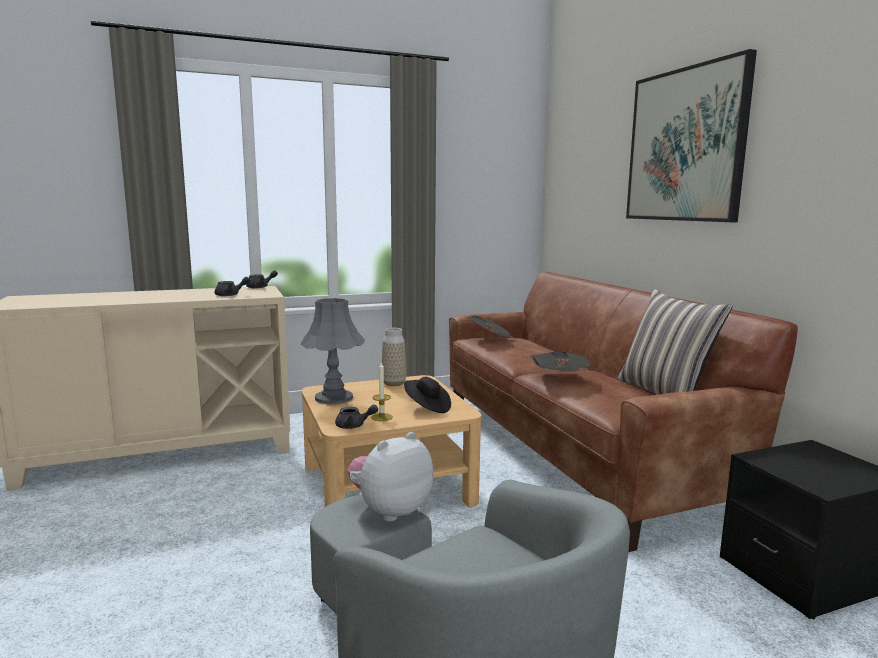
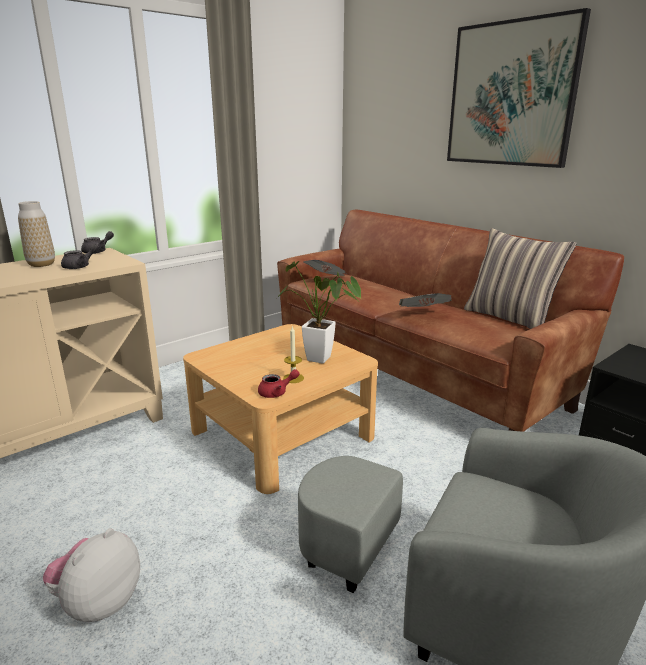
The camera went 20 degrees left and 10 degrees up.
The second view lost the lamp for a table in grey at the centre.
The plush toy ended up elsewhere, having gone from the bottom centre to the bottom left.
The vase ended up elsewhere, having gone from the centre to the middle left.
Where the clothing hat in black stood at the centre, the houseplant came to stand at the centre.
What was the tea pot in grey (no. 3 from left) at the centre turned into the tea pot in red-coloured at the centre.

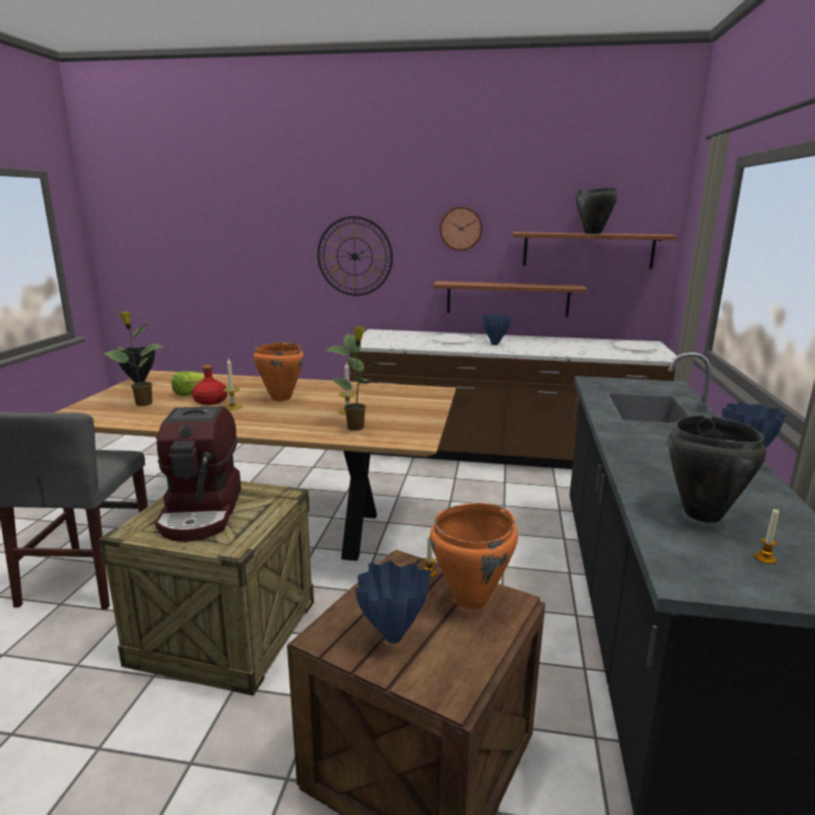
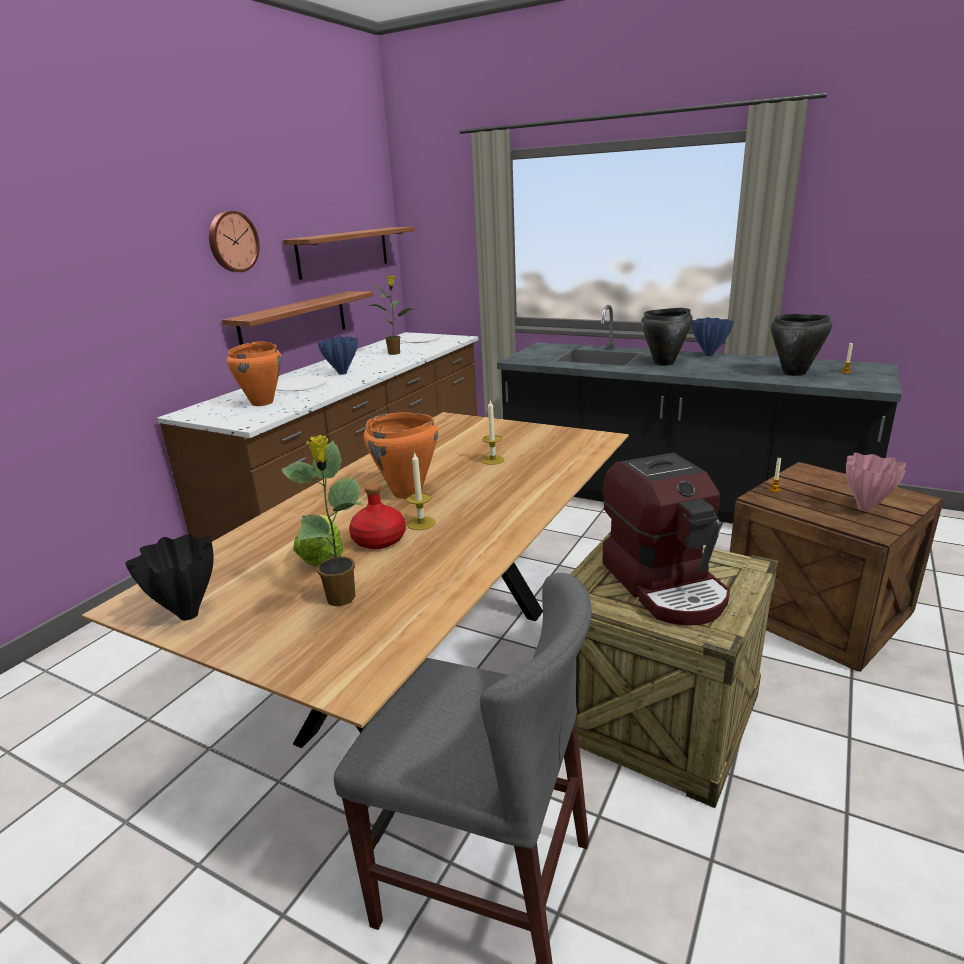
The camera went 70 degrees left and 5 degrees up.
The second view lost the hanging clock (no. 1 from left) at the top centre.
The houseplant (no. 2 from left) ended up elsewhere, having gone from the centre to the top centre.
The saucepot in orangey (no. 2 from left in the first image) ended up elsewhere, having gone from the bottom centre to the middle left.
The saucepot in black (no. 1 from left) ended up elsewhere, having gone from the top right to the middle right.
What was the vase in blue-coloured (no. 1 from left) at the bottom centre turned into the vase in pink at the middle right.
The coffee maker at the middle left ended up facing another way, 60 degrees clockwise from before.

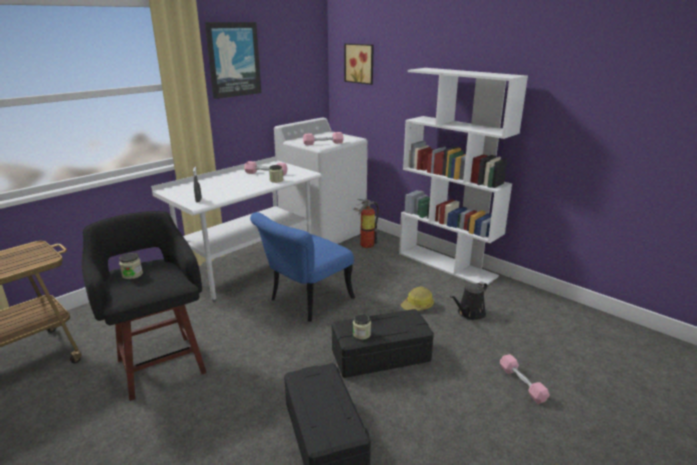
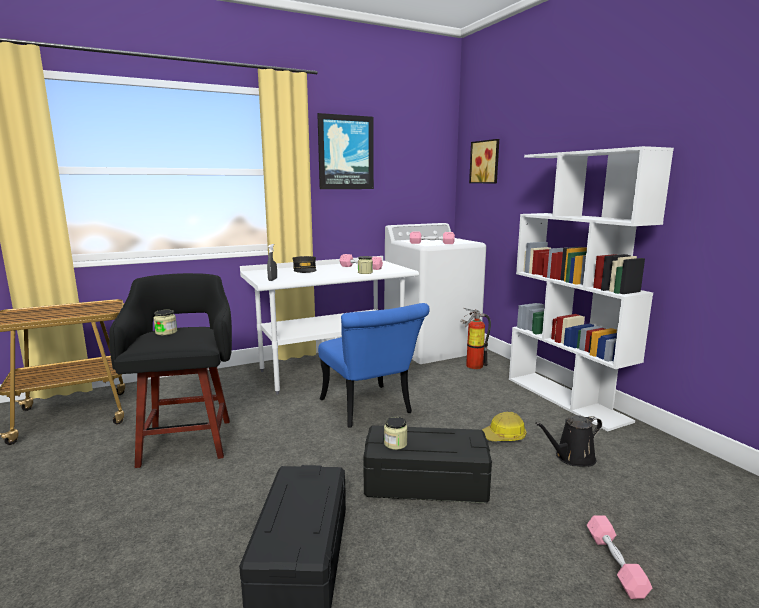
The camera went 20 degrees right and 10 degrees down.
The second view gained the peaked cap in grey at the centre.
The plain chair in blue-coloured at the centre ended up facing another way, 90 degrees counterclockwise from before.

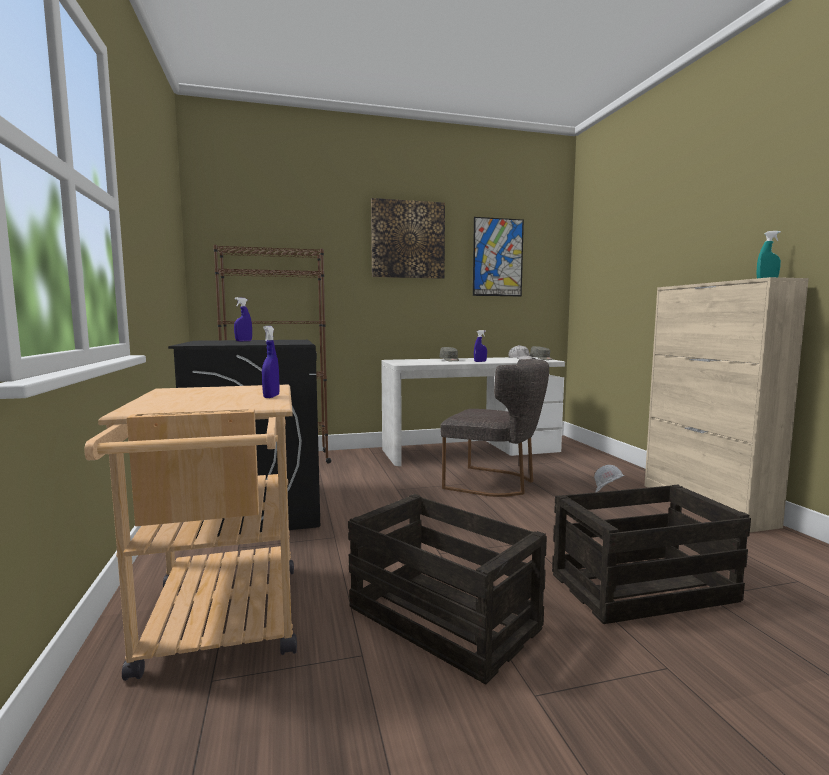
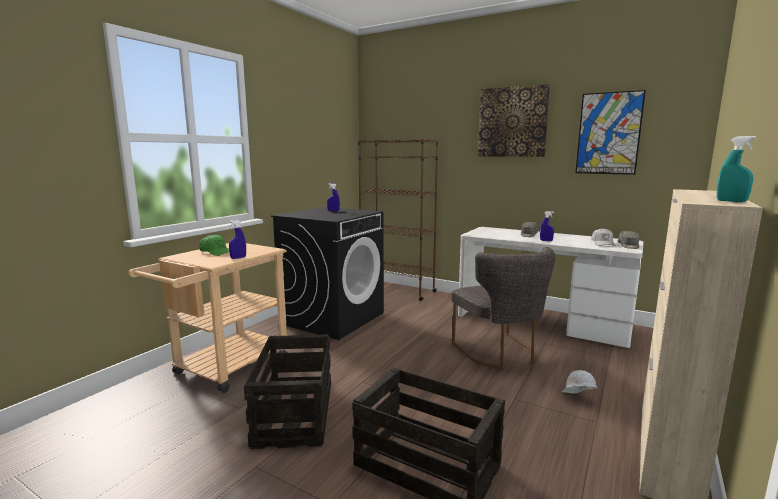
The camera went 45 degrees right and 5 degrees up.
The second view gained the peaked cap in green at the middle left.

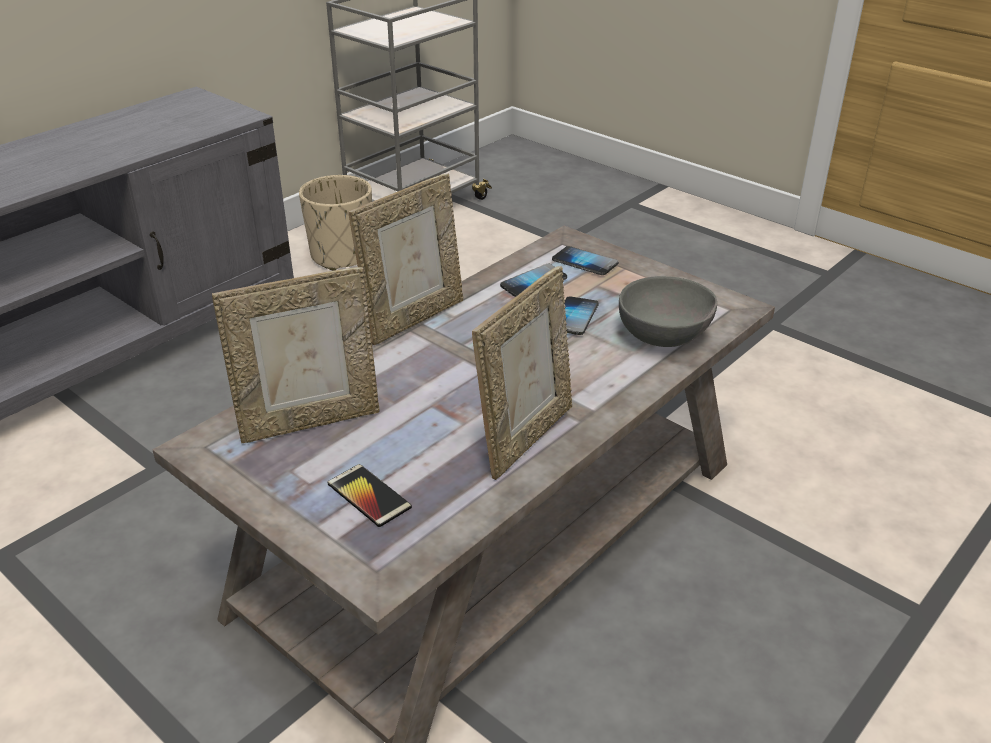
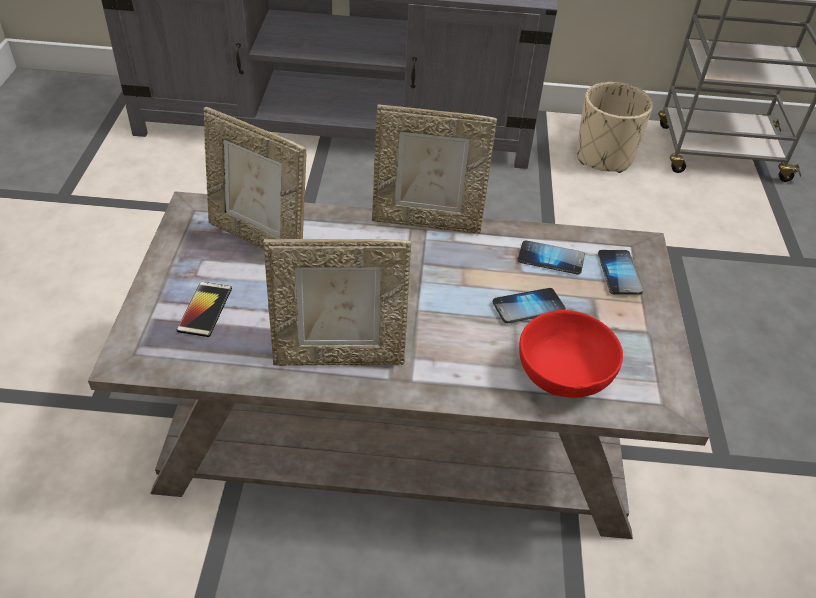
The camera went 50 degrees right and 10 degrees up.
What was the serving bowl in grey at the middle right turned into the serving bowl in red-coloured at the middle right.

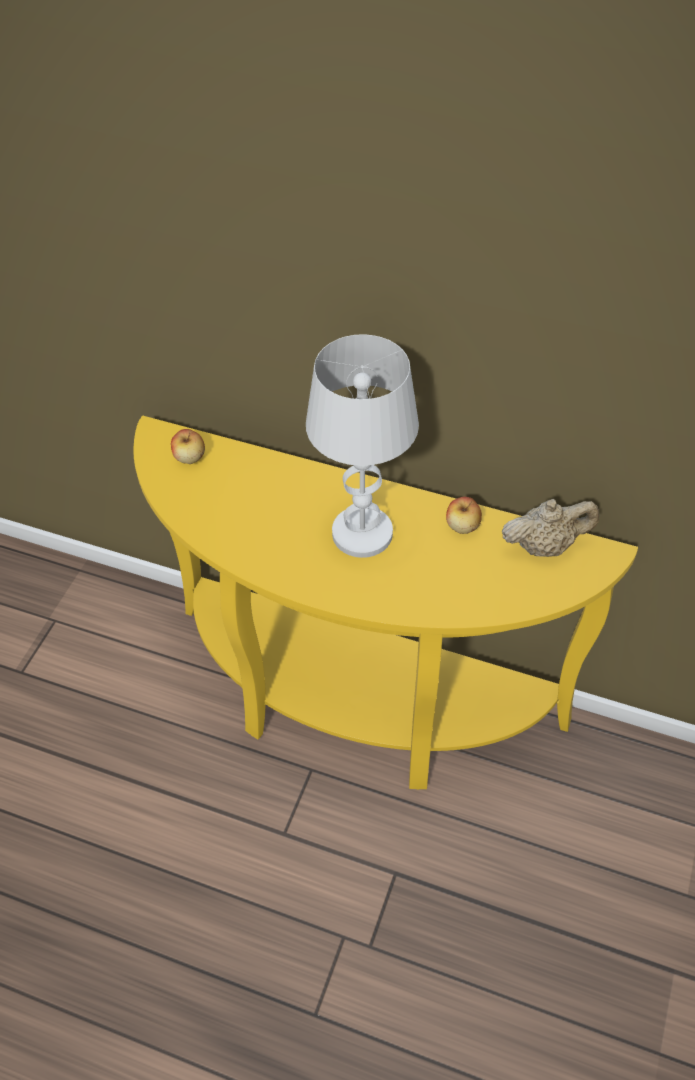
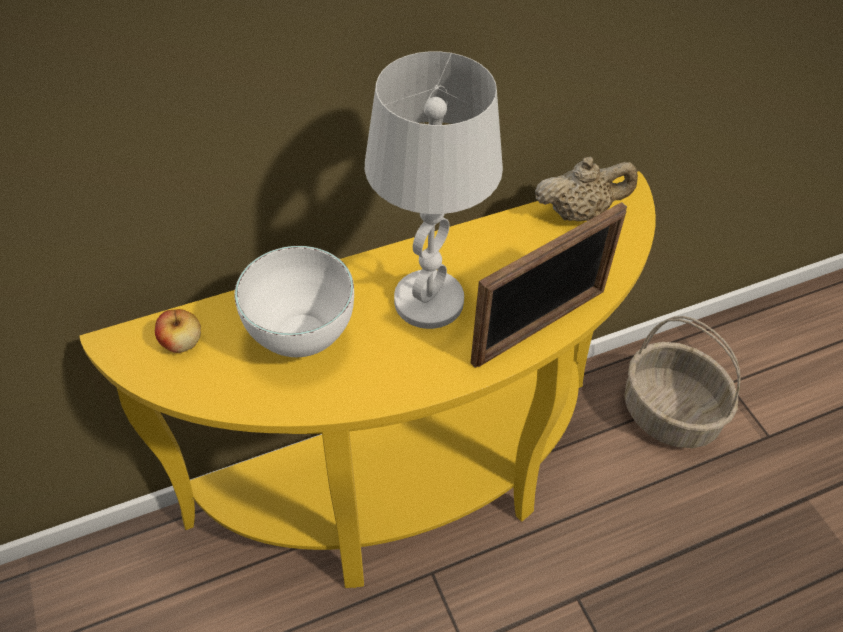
The camera went 45 degrees left and 0 degrees up.
The second view lost the apple (no. 2 from left) at the middle right.
The second view gained the serving bowl in whitish at the centre.
The second view gained the standing frame at the centre.
The second view gained the household basket at the middle right.
The tea pot in sand-coloured at the middle right ended up facing another way, 45 degrees clockwise from before.

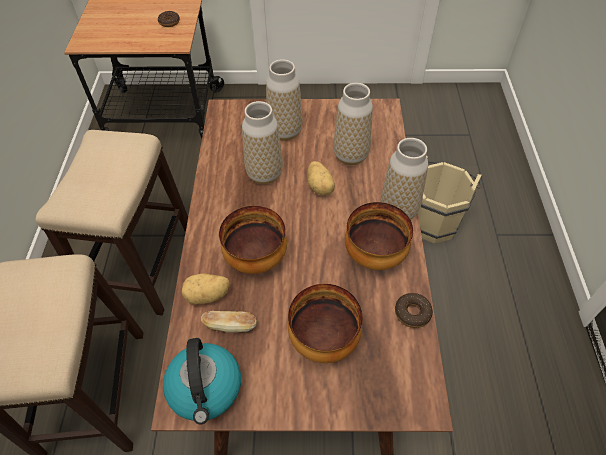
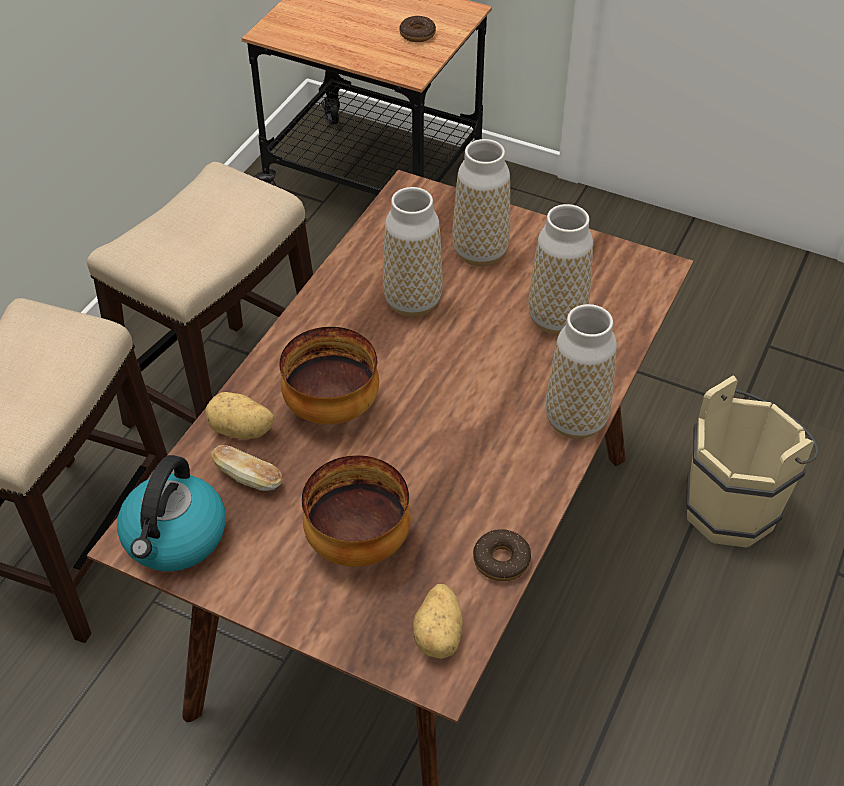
The camera went 25 degrees right and 5 degrees down.
The second view lost the serving bowl (no. 3 from left) at the centre.
The potato (no. 2 from left) ended up elsewhere, having gone from the centre to the bottom centre.

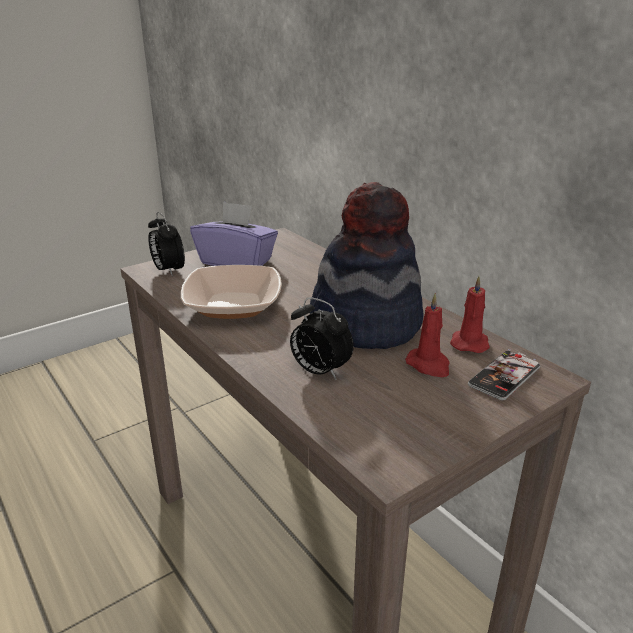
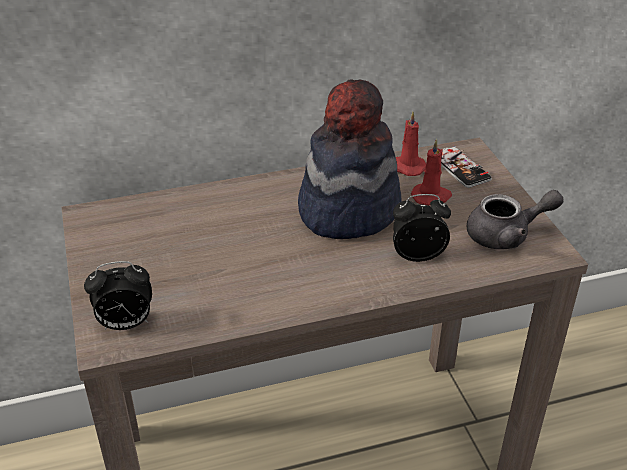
The camera went 70 degrees left and 10 degrees up.
The second view lost the serving bowl at the centre.
The second view lost the box of tissues in purple-coloured at the centre.
The second view gained the tea pot in grey at the middle right.
The table clock (no. 2 from left) at the centre ended up facing another way, 150 degrees counterclockwise from before.

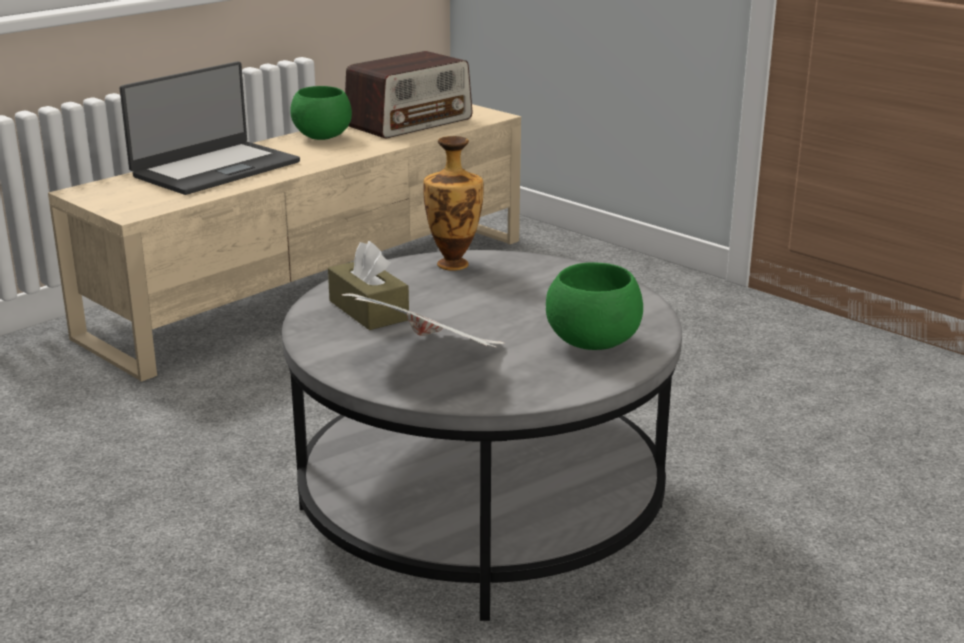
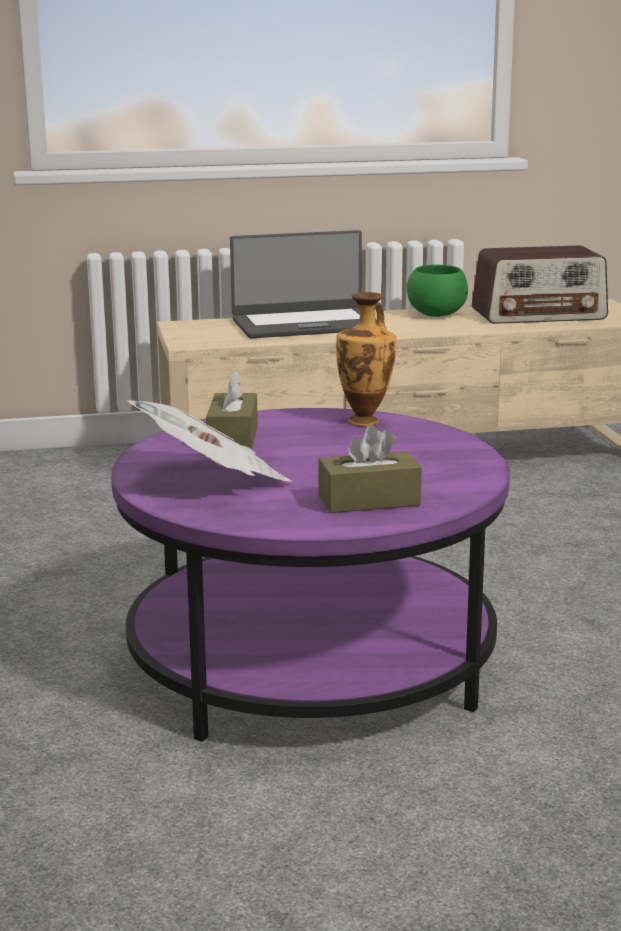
The camera went 35 degrees right and 5 degrees down.
Where the serving bowl in green (no. 2 from left) stood at the centre, the box of tissues in brownish (no. 2 from left) came to stand at the centre.
What was the low table in grey at the bottom centre turned into the low table in purple-coloured at the centre.

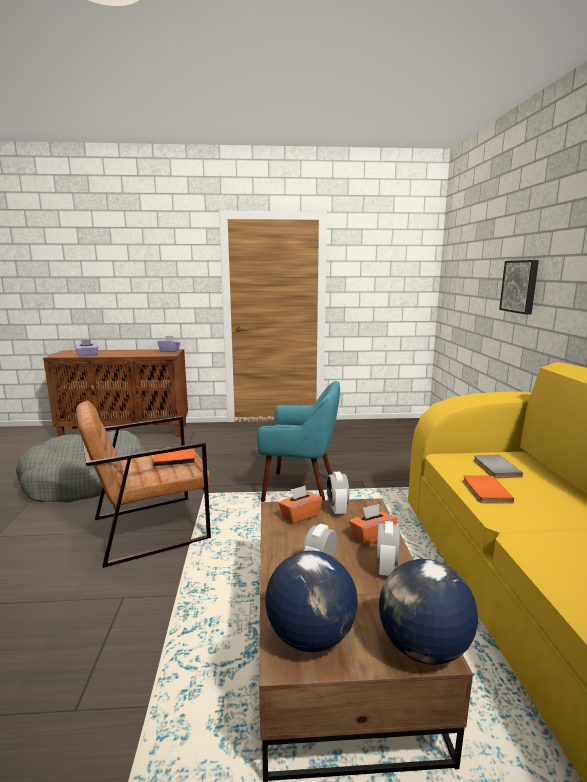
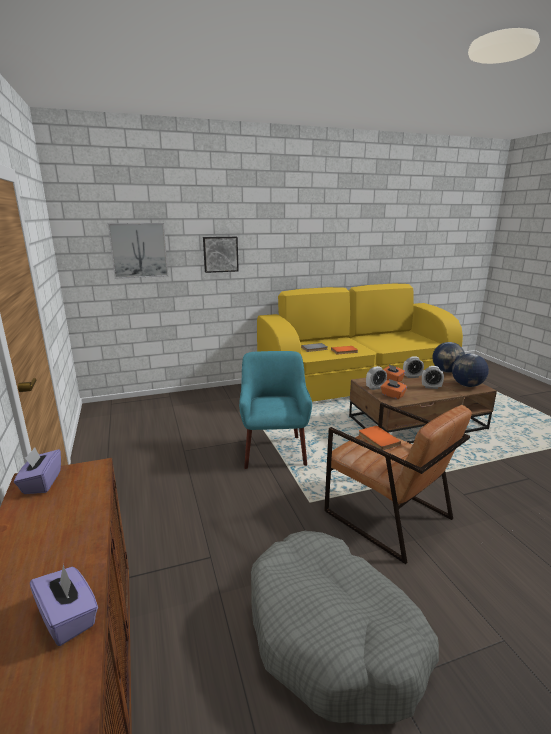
The camera went 105 degrees left and 5 degrees up.
The second view gained the picture (no. 1 from left) at the middle left.

